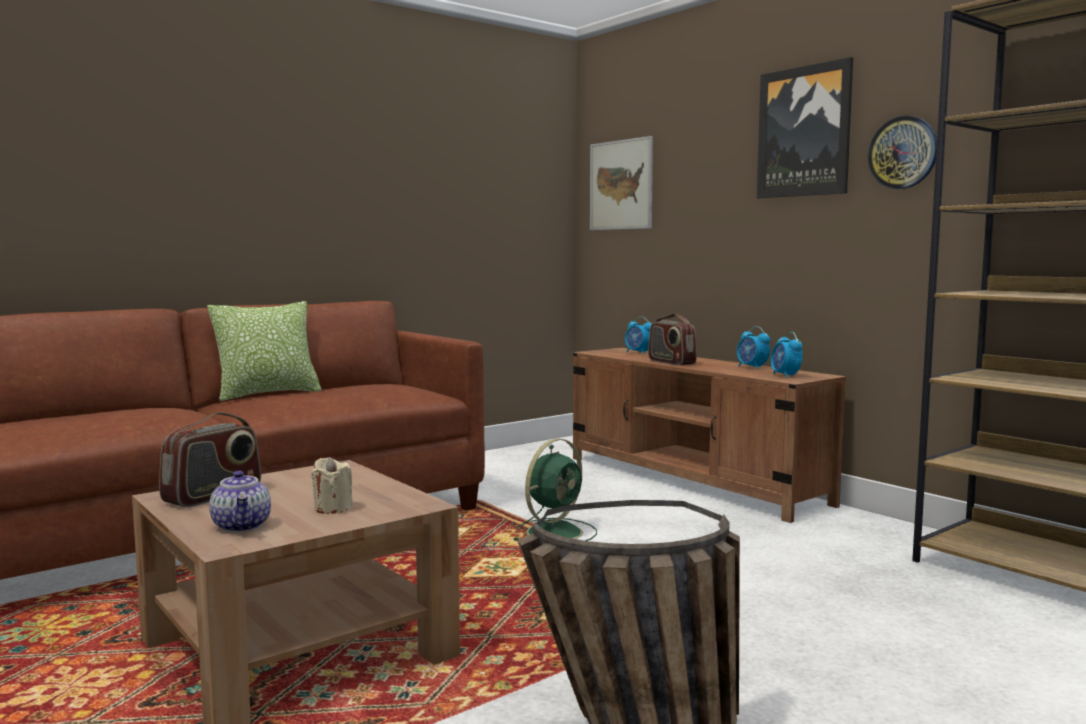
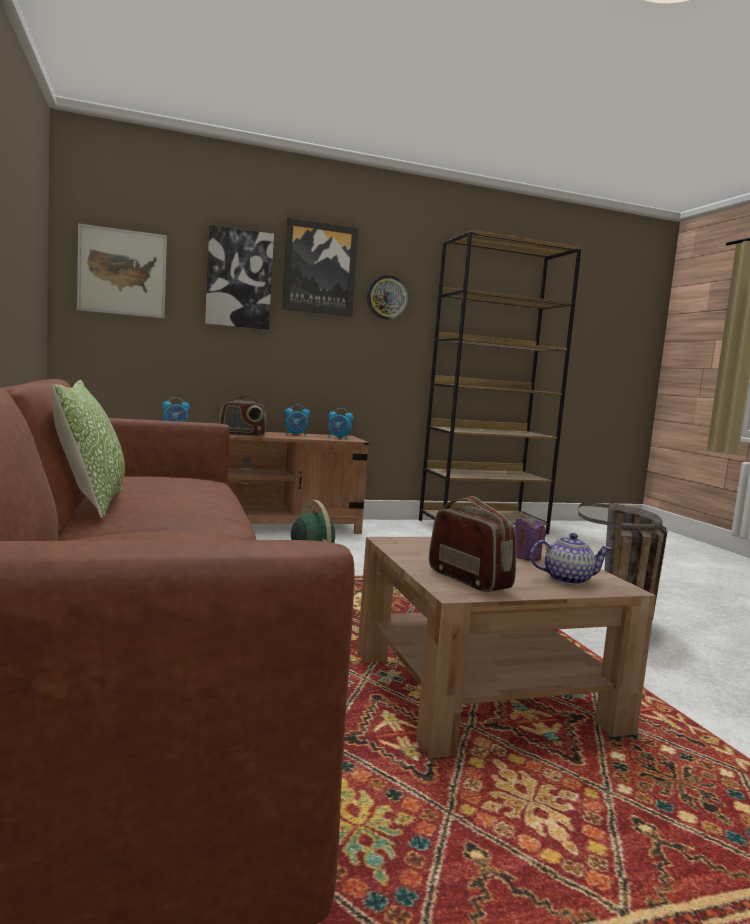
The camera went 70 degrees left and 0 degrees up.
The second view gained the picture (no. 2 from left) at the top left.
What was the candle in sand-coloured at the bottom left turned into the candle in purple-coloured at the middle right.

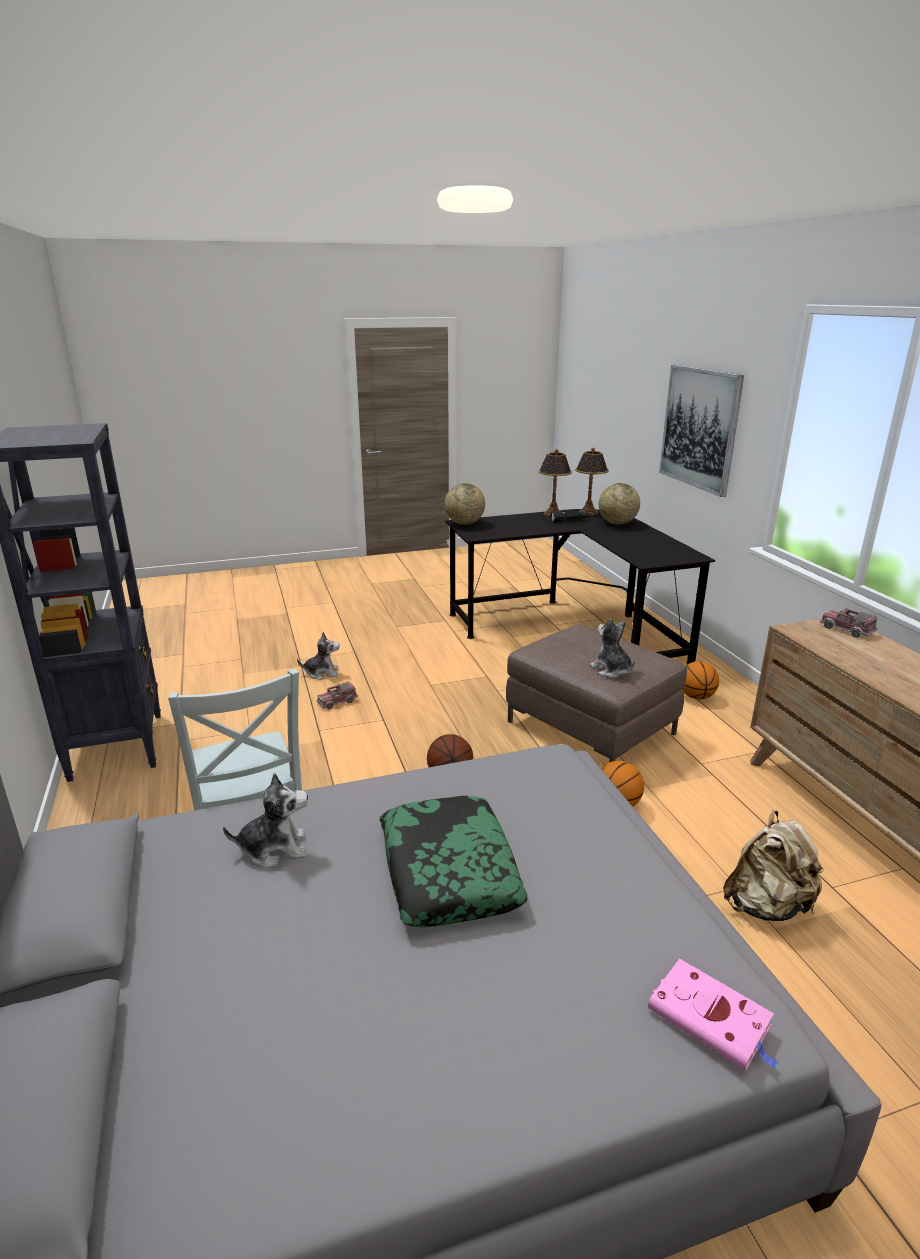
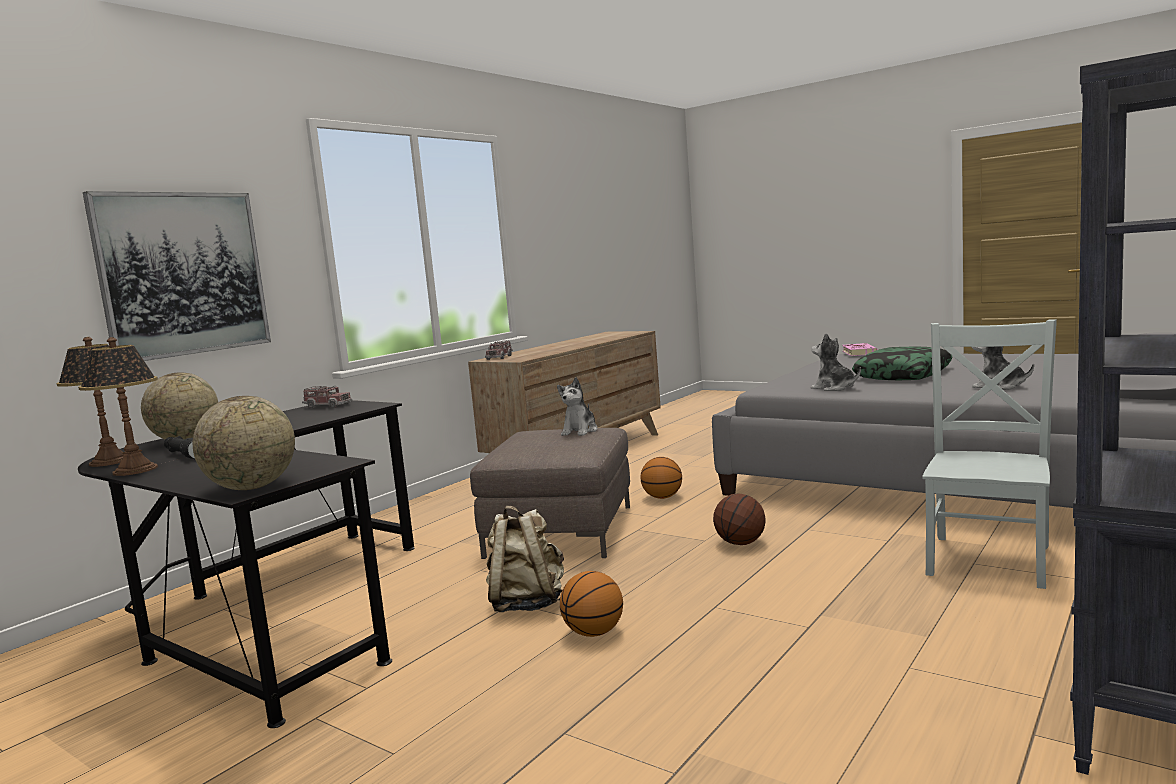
The camera went 125 degrees left and 15 degrees down.
The plush toy (no. 2 from left) ended up elsewhere, having gone from the centre to the middle right.
The model truck (no. 1 from left) ended up elsewhere, having gone from the centre to the middle left.
The ball for basketball (no. 3 from left in the first image) ended up elsewhere, having gone from the middle right to the bottom centre.
The rucksack in sand-coloured ended up elsewhere, having gone from the bottom right to the bottom centre.

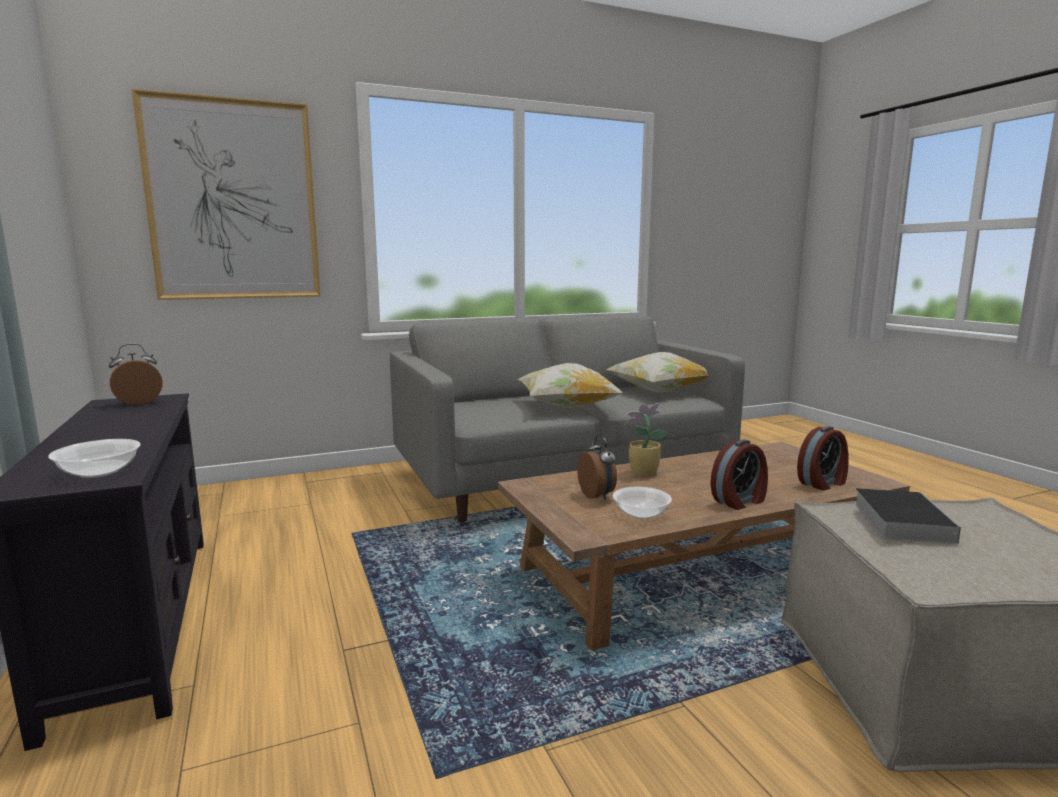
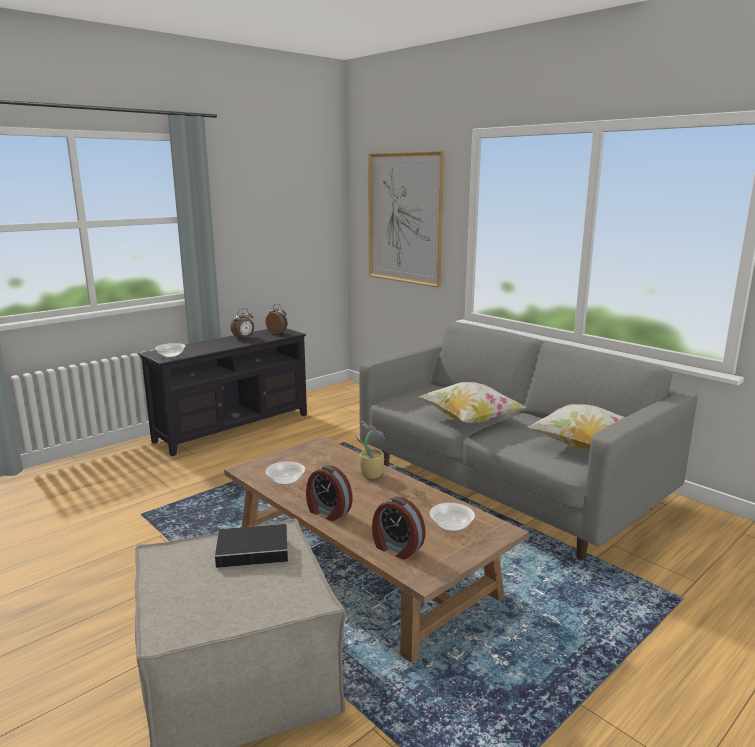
The camera went 70 degrees right and 5 degrees up.
The second view gained the serving bowl (no. 3 from left) at the bottom centre.
The table clock (no. 2 from left in the first image) ended up elsewhere, having gone from the centre to the middle left.

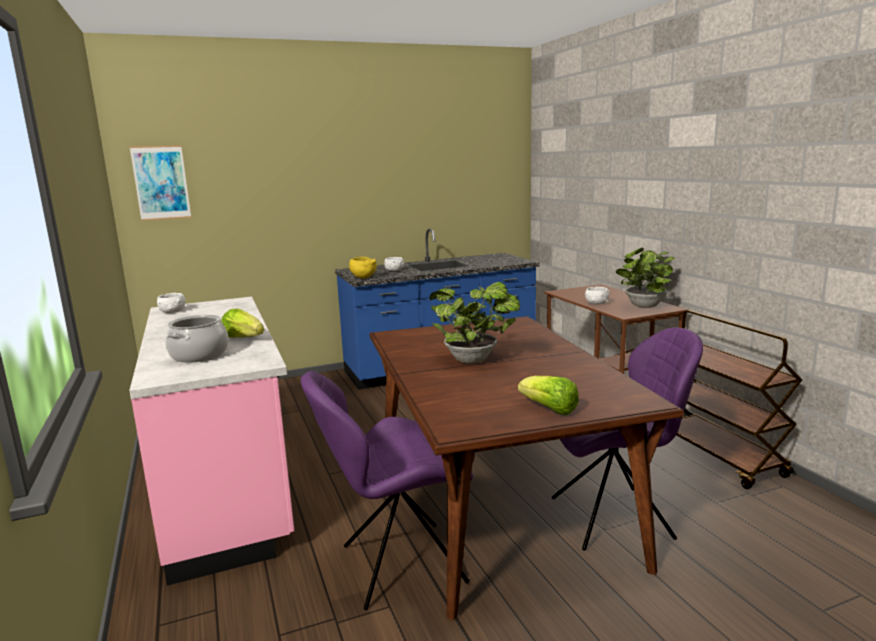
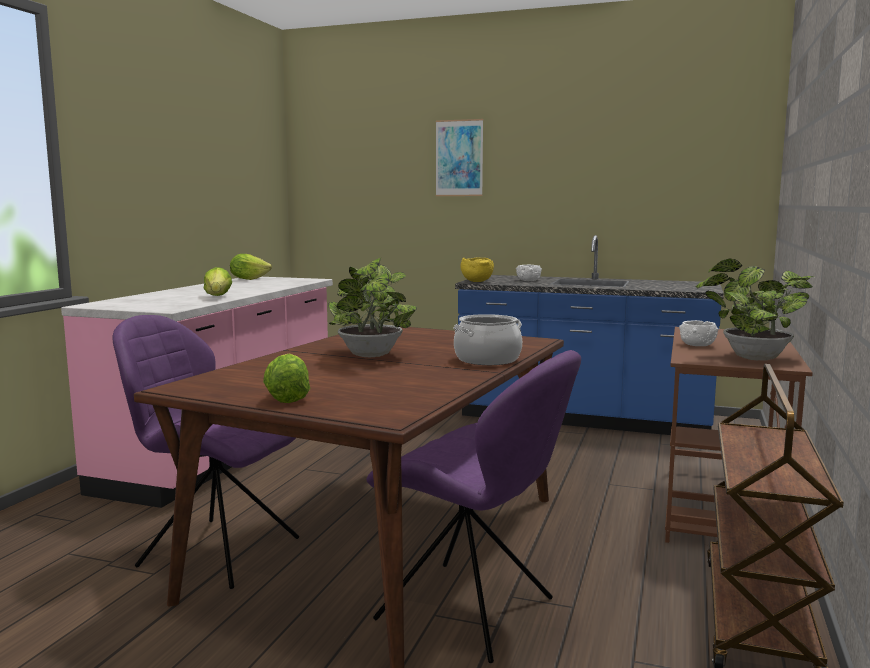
The camera went 40 degrees right and 5 degrees down.
The picture ended up elsewhere, having gone from the top left to the top centre.
The saucepot ended up elsewhere, having gone from the middle left to the centre.
Where the serving bowl in whitish (no. 1 from left) stood at the middle left, the head of lettuce (no. 2 from left) came to stand at the middle left.

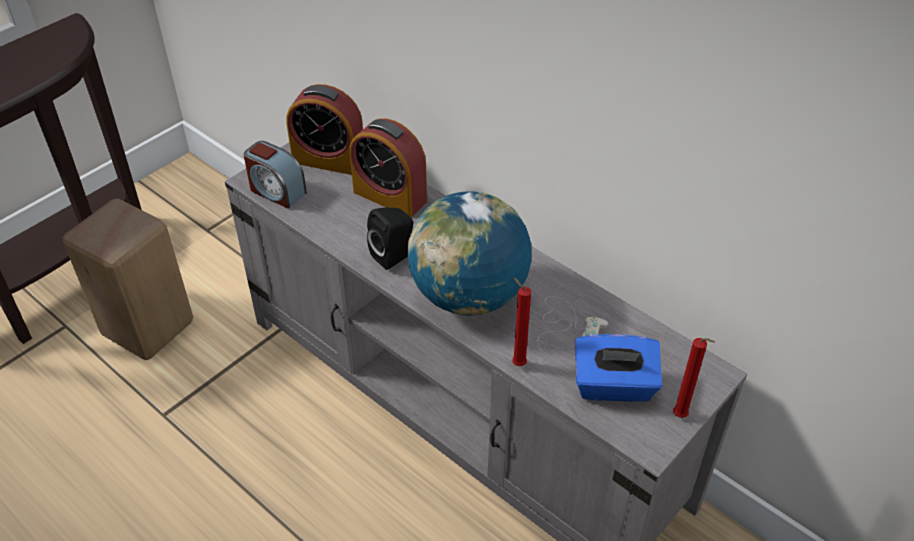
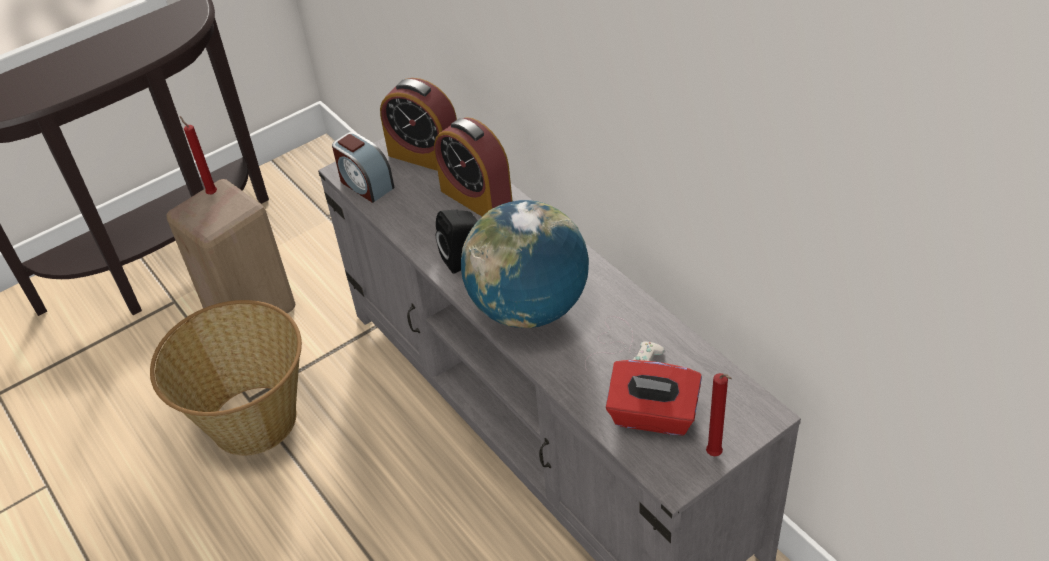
The camera went 15 degrees right and 0 degrees up.
The second view gained the household basket at the bottom left.
The candle in red-coloured (no. 1 from left) ended up elsewhere, having gone from the centre to the top left.
What was the box of tissues in blue-coloured at the bottom right turned into the box of tissues in red-coloured at the bottom centre.

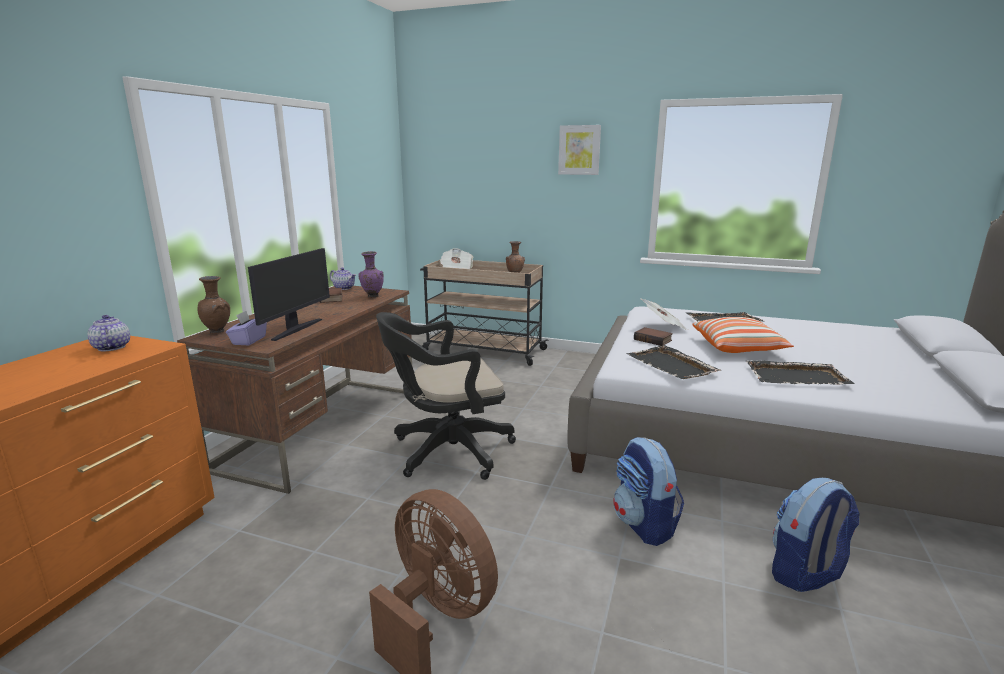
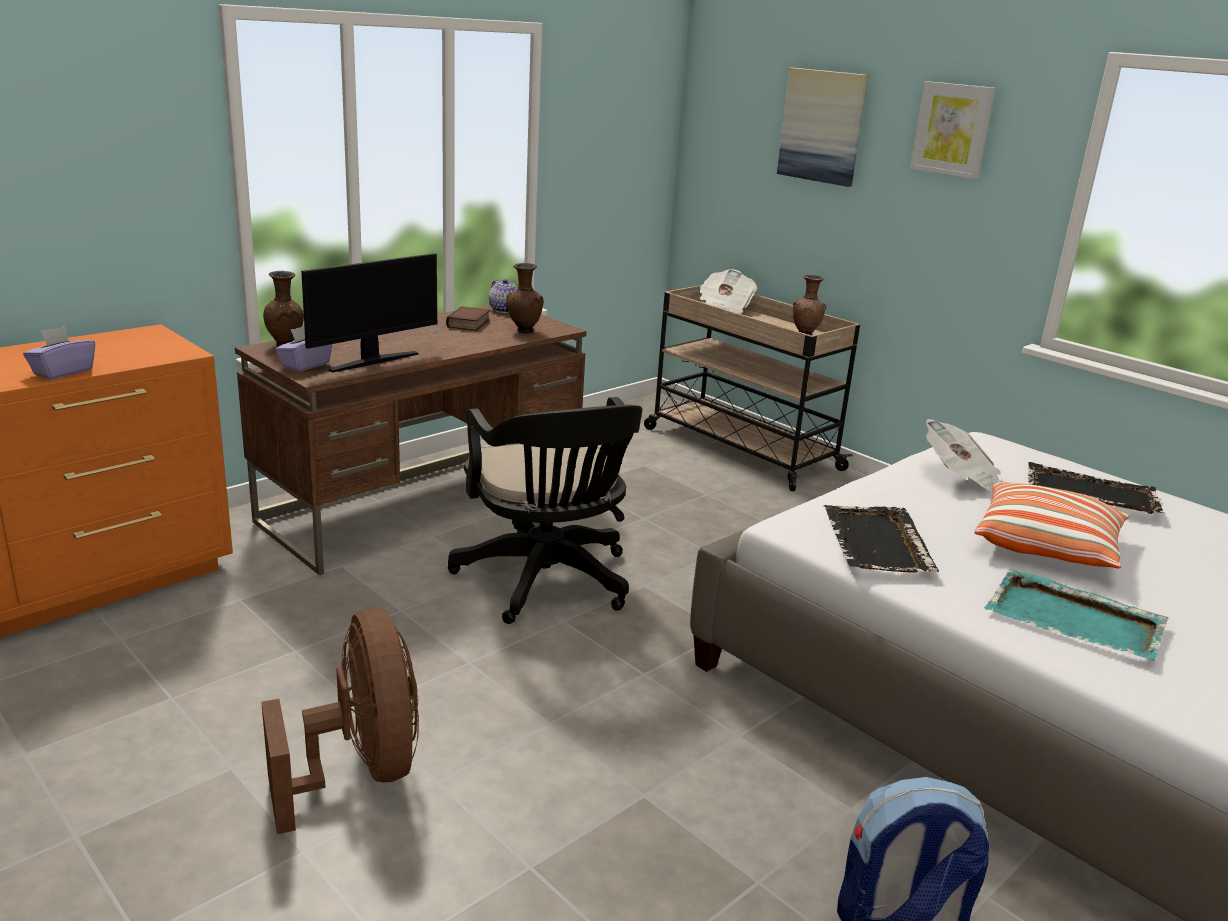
The camera went 25 degrees right and 5 degrees up.
The second view lost the tea pot (no. 1 from left) at the middle left.
The second view lost the rucksack (no. 1 from left) at the bottom centre.
The second view lost the book (no. 2 from left) at the centre.
The second view gained the box of tissues in purple-coloured (no. 1 from left) at the middle left.
The second view gained the picture (no. 1 from left) at the top right.
What was the vase in purple-coloured at the centre turned into the vase in brownish (no. 2 from left) at the top centre.
What was the tray in black (no. 3 from left) at the middle right turned into the tray in blue-green at the bottom right.
The computer chair in black at the centre ended up facing another way, 120 degrees counterclockwise from before.

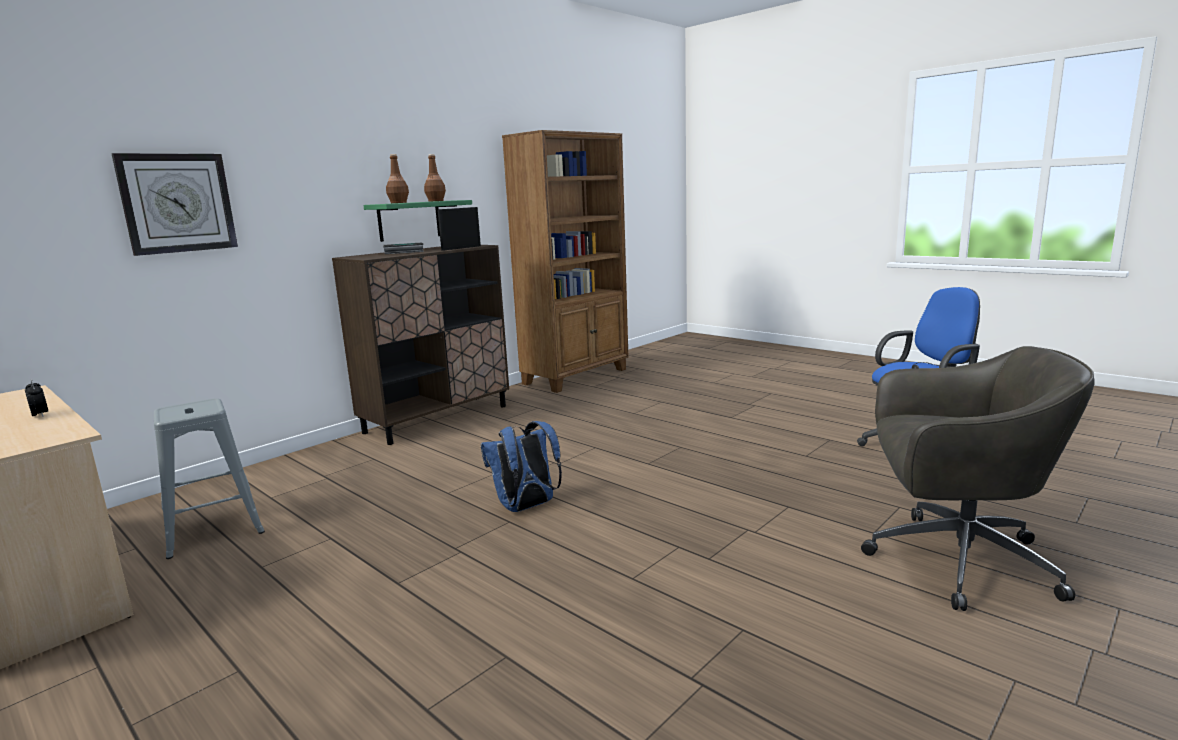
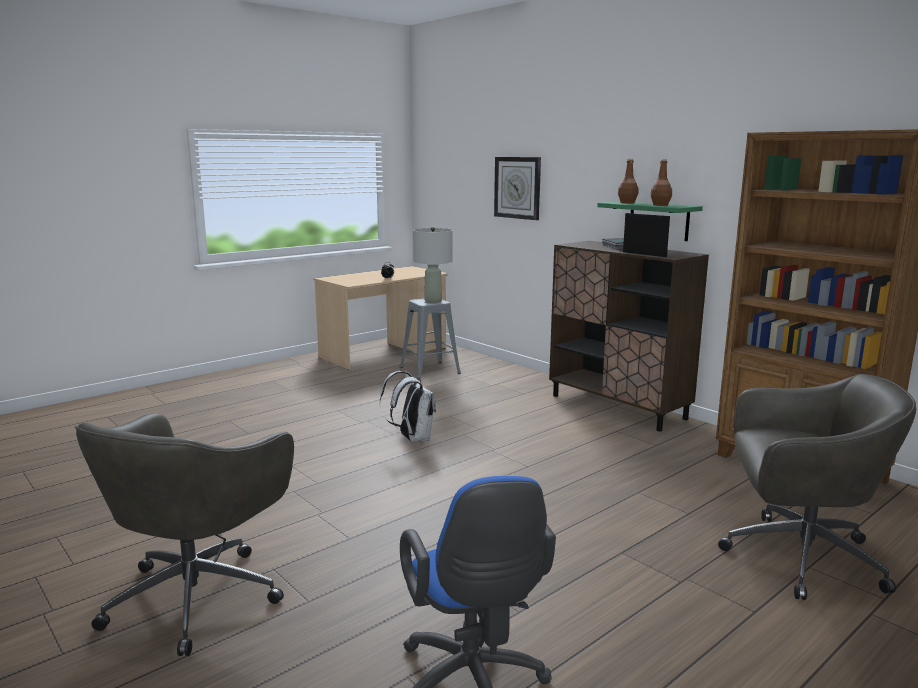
The camera went 95 degrees right and 0 degrees up.
The second view gained the lamp for a table in grey at the centre.
The second view gained the computer chair in grey (no. 2 from left) at the bottom right.
What was the rucksack in blue-coloured at the centre turned into the rucksack in whitish at the centre.

